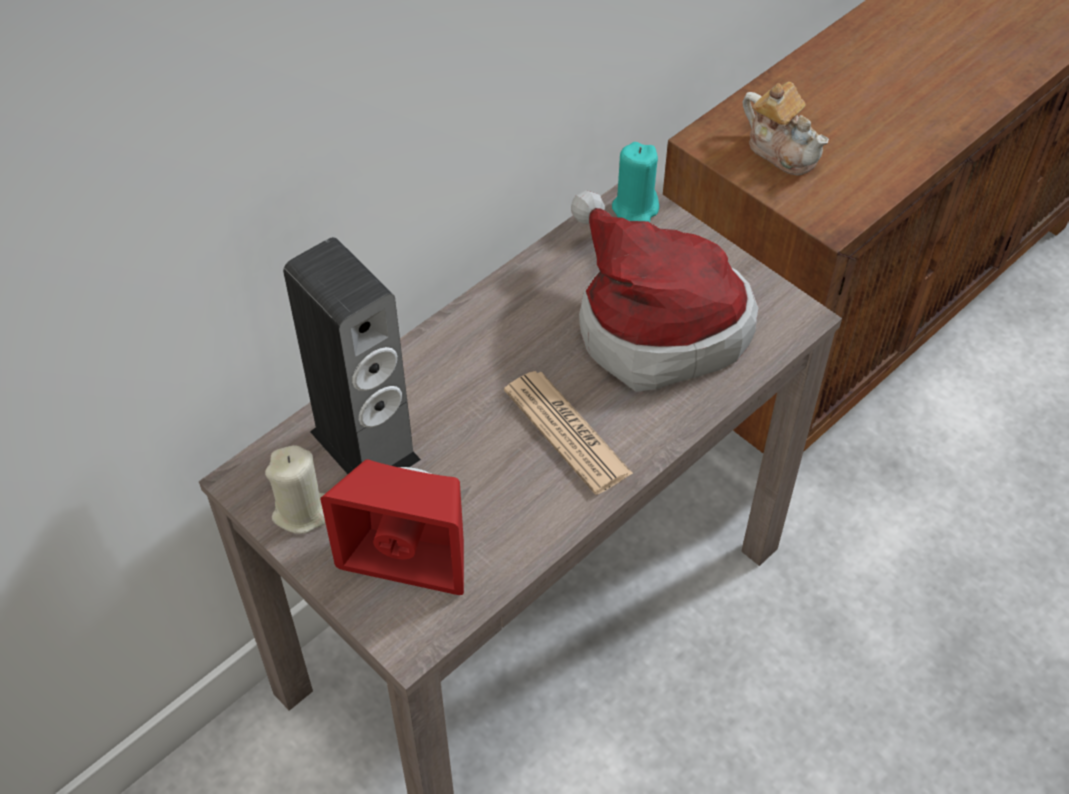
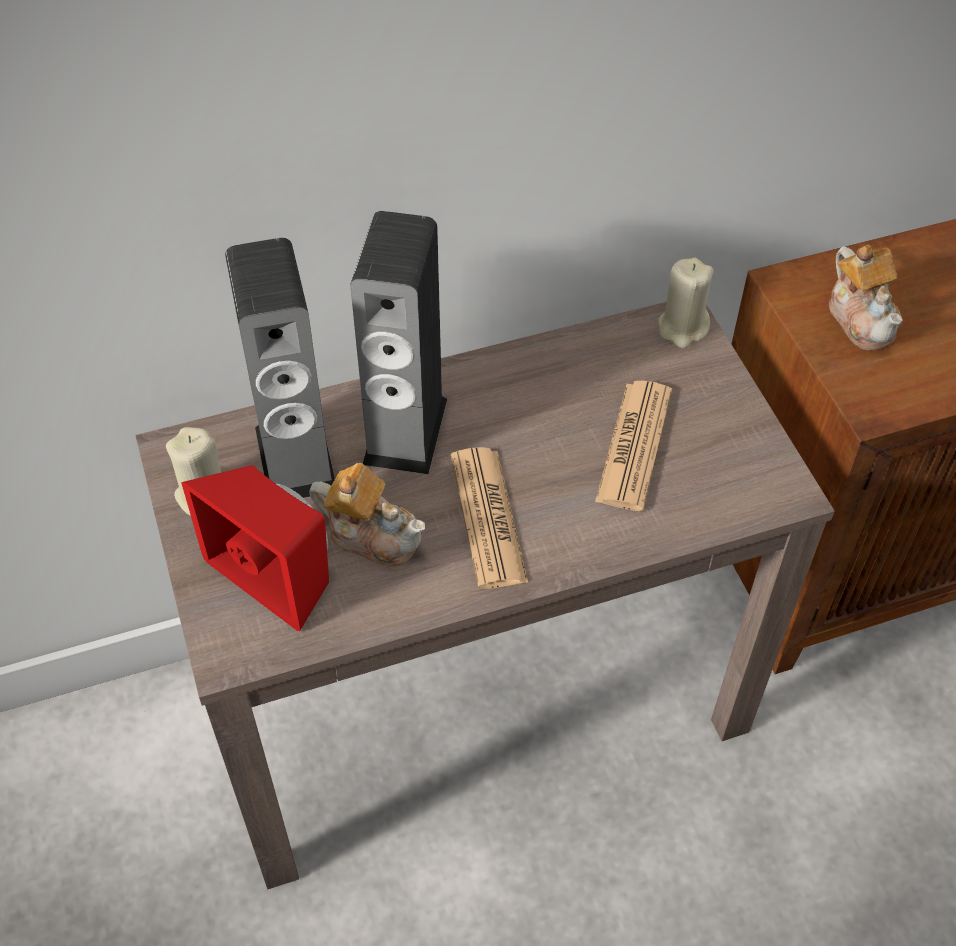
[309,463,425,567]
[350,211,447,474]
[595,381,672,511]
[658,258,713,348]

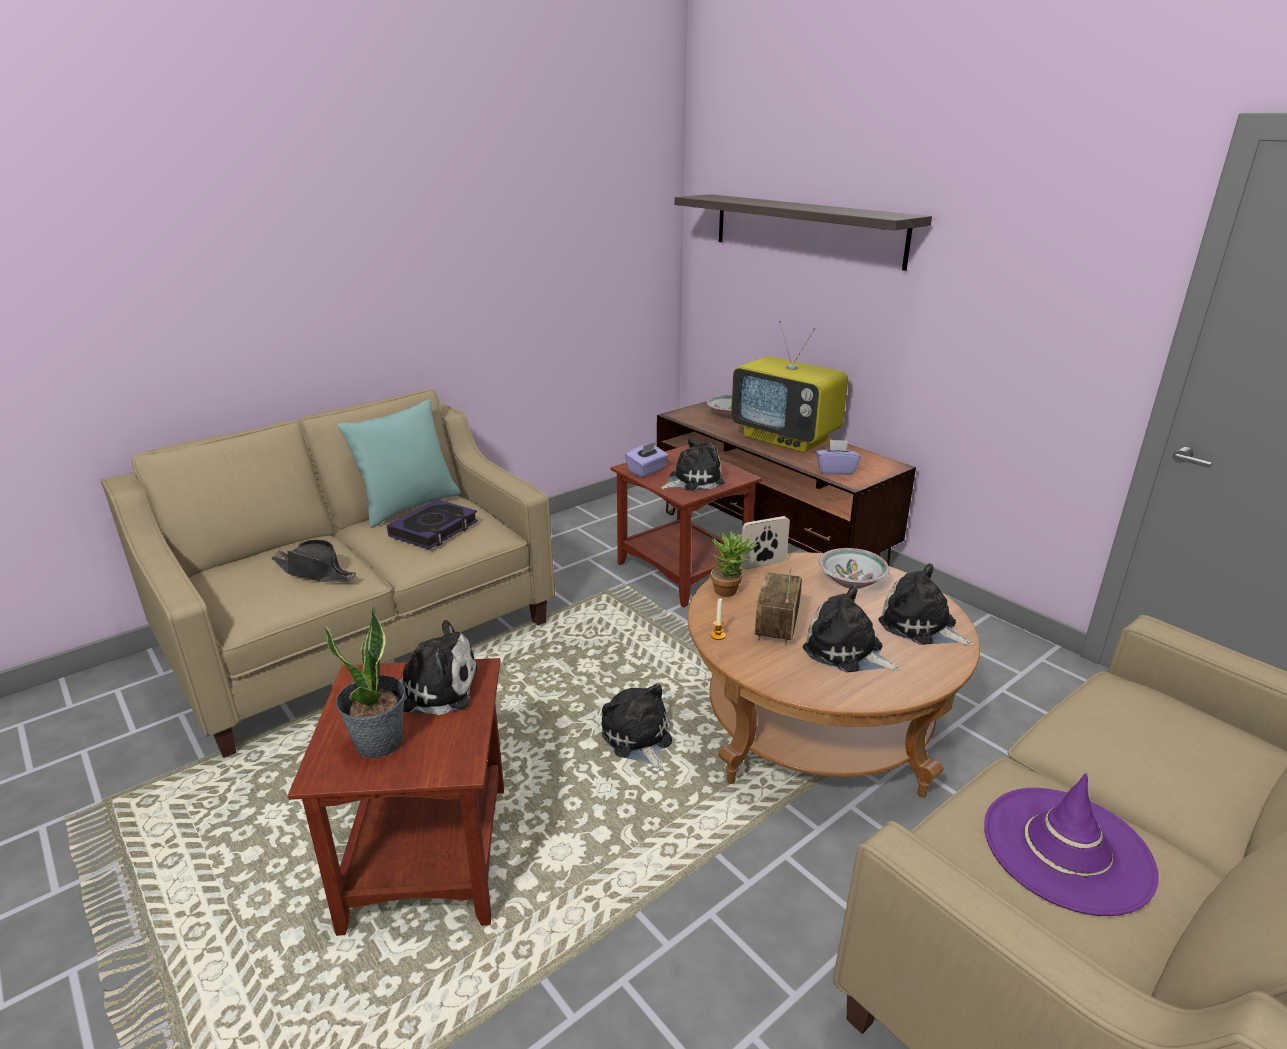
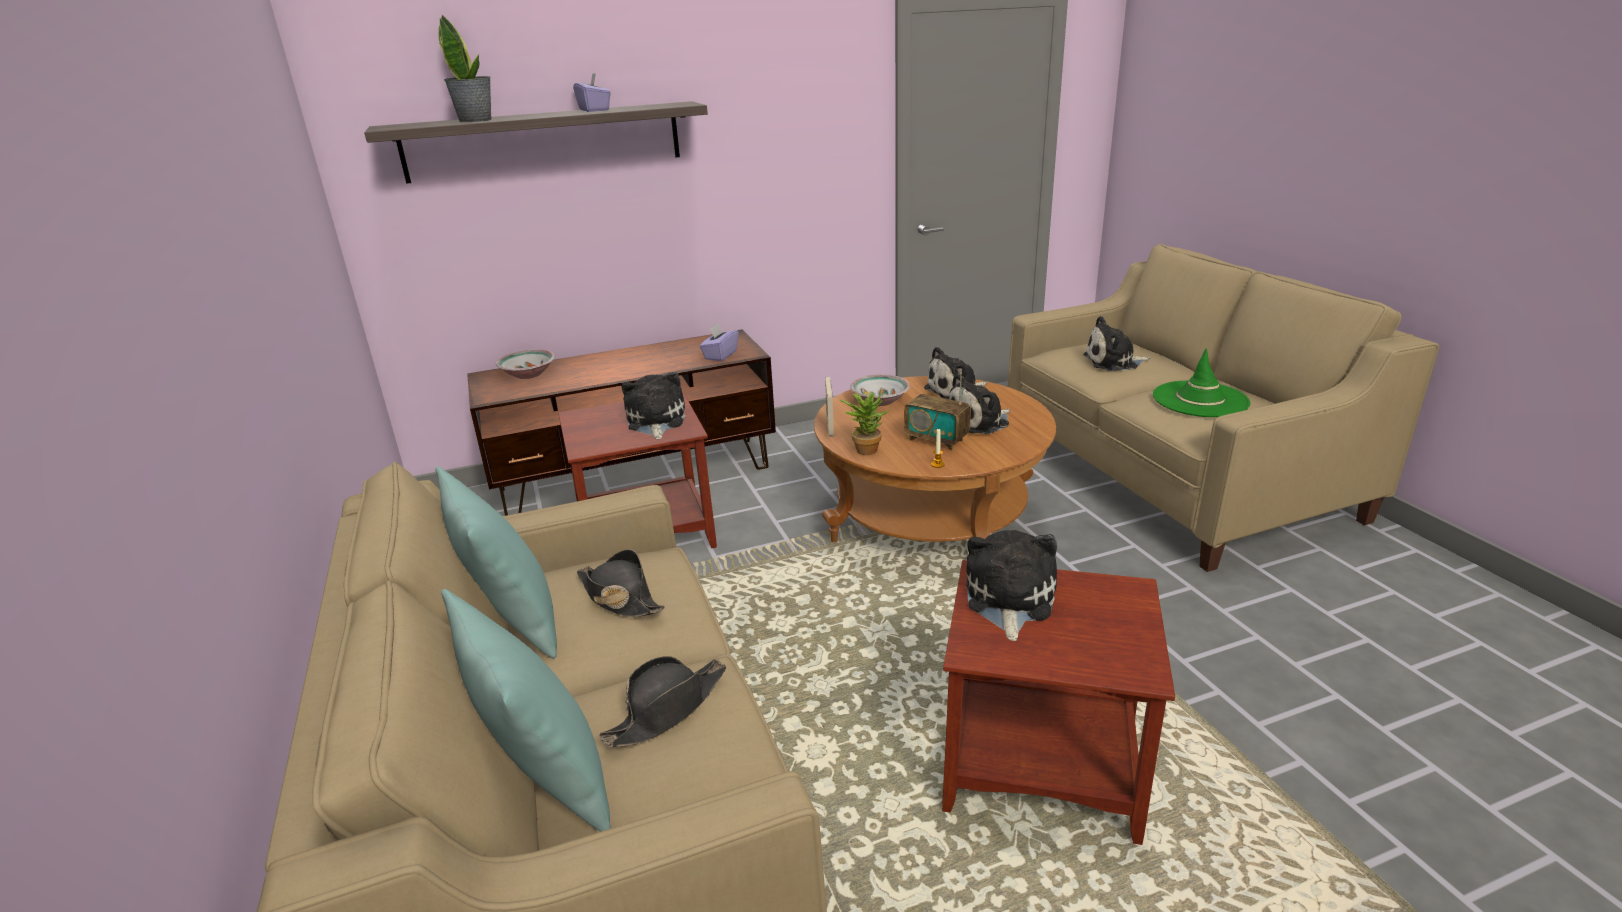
[731,320,848,452] (first image)
[441,589,611,832]
[438,15,491,122]
[1083,316,1150,371]
[573,73,611,112]
[577,549,665,617]
[1153,348,1250,417]

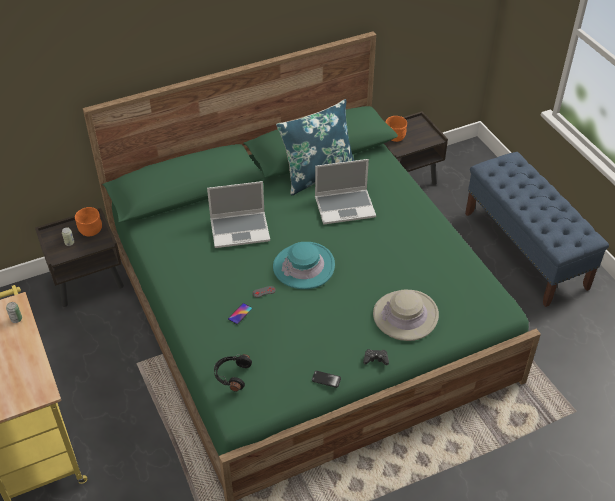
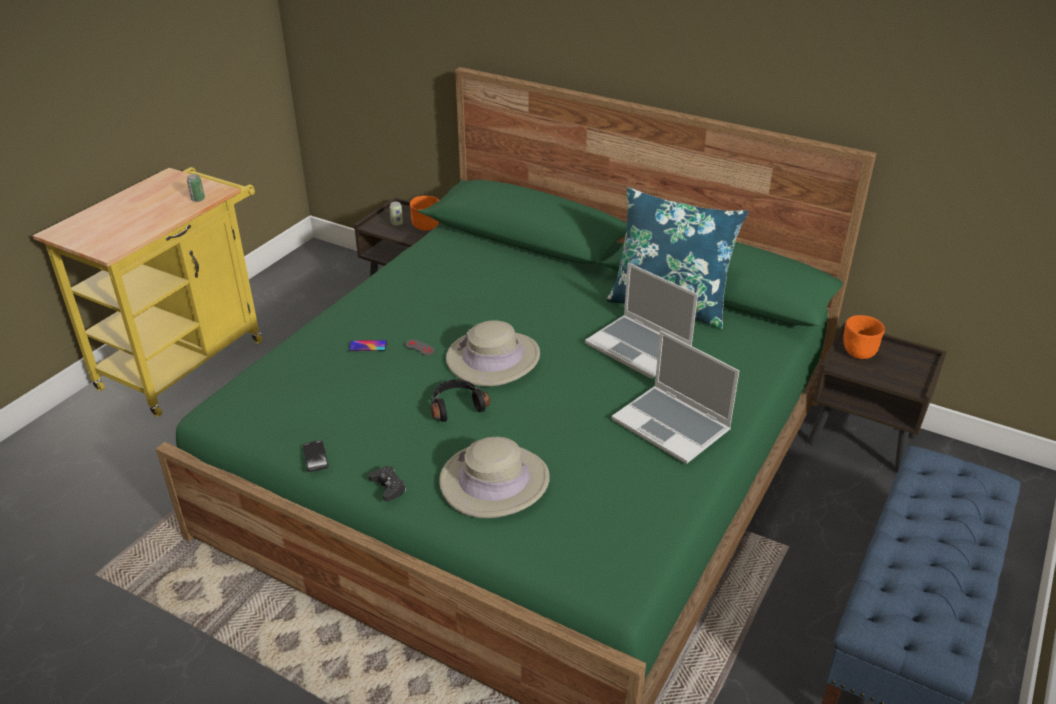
[611,331,740,464]
[431,379,490,422]
[446,320,540,386]

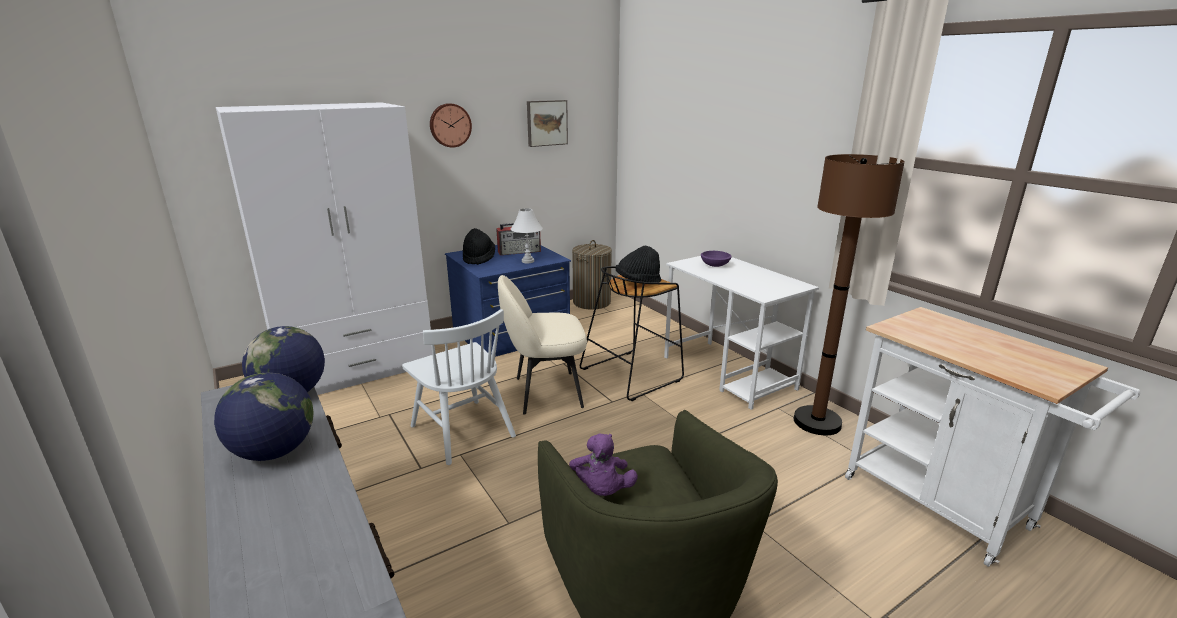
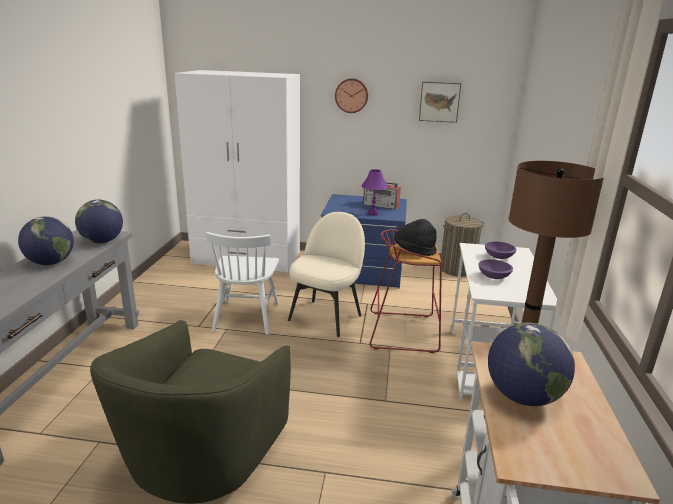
[463,228,495,265] (first image)
[569,433,638,496] (first image)
[479,259,513,279]
[488,323,575,406]
[361,169,388,215]
[370,230,442,353]
[288,212,365,337]

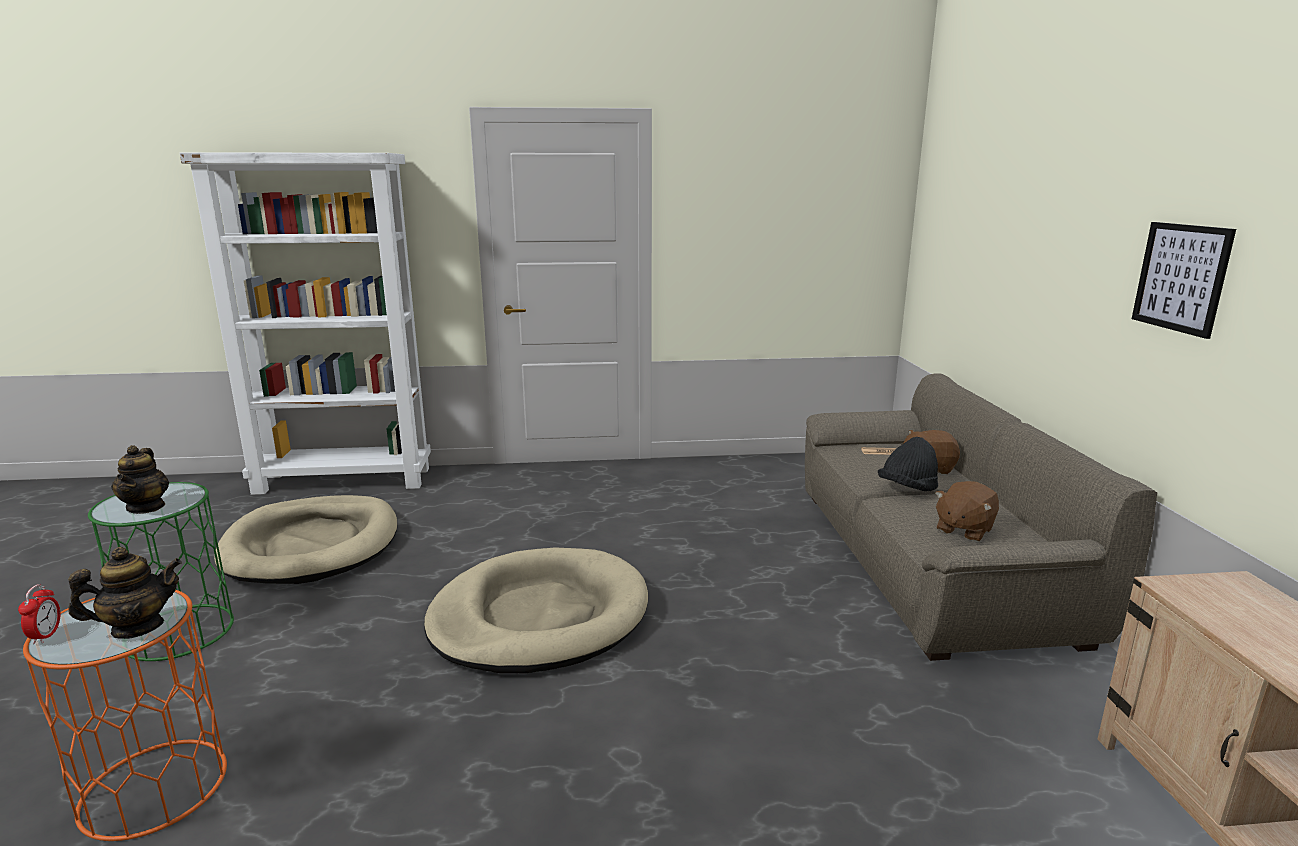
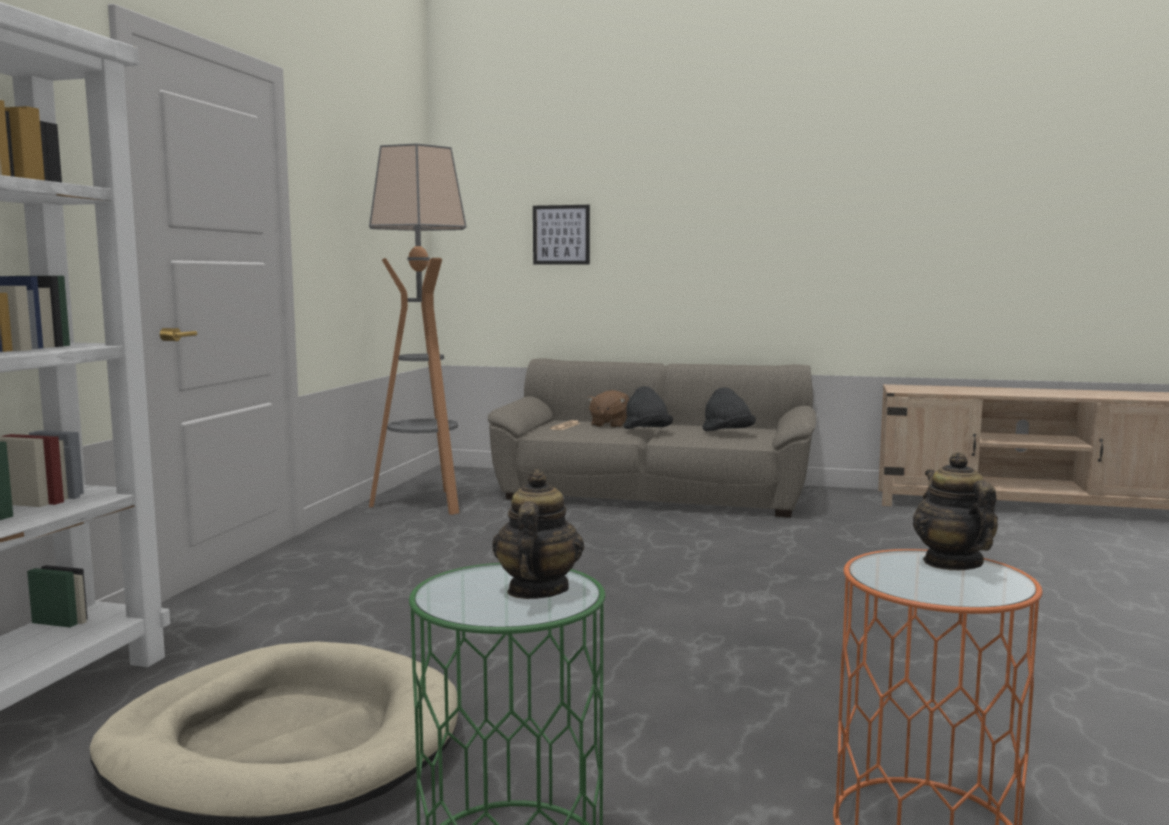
[18,584,60,644] (first image)
[424,547,648,673] (first image)
[369,144,467,515]
[533,205,590,265]
[703,387,756,431]
[492,469,584,599]

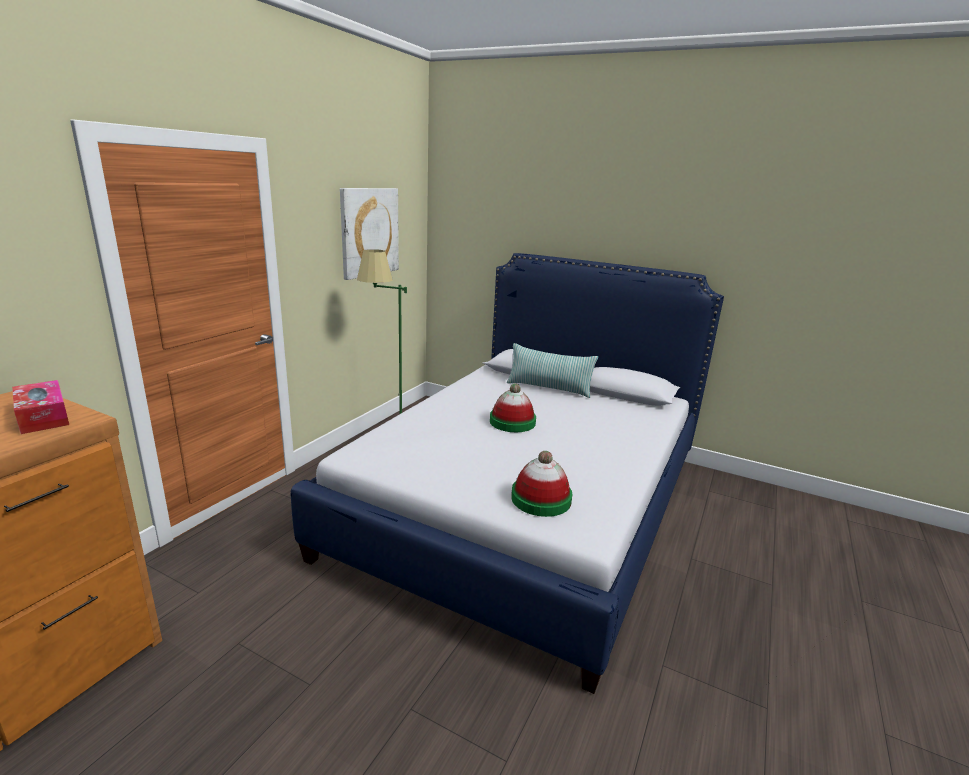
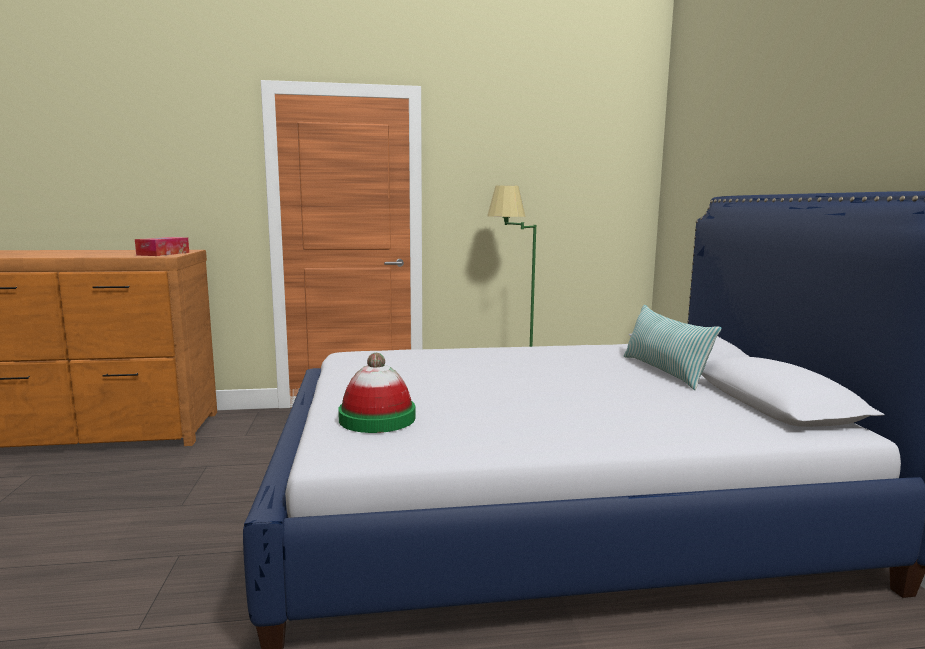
[340,188,399,280] (first image)
[490,384,536,432] (first image)

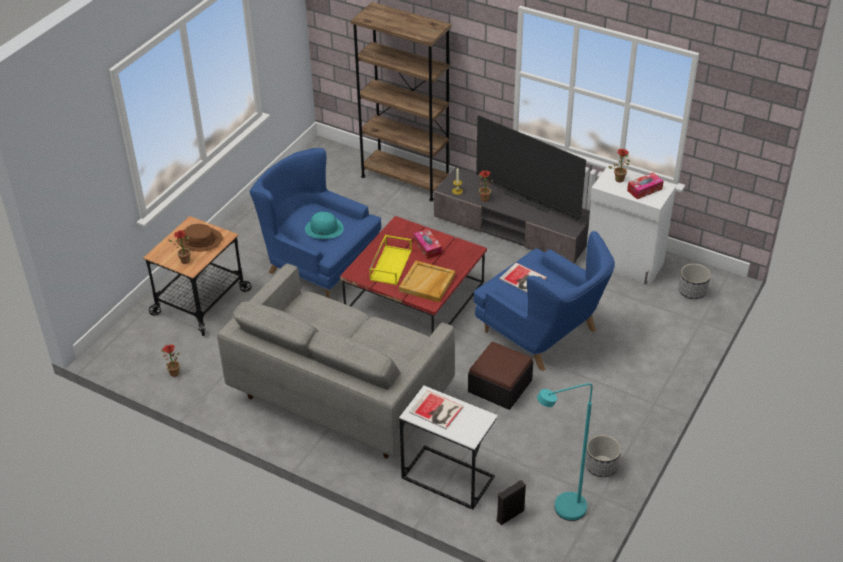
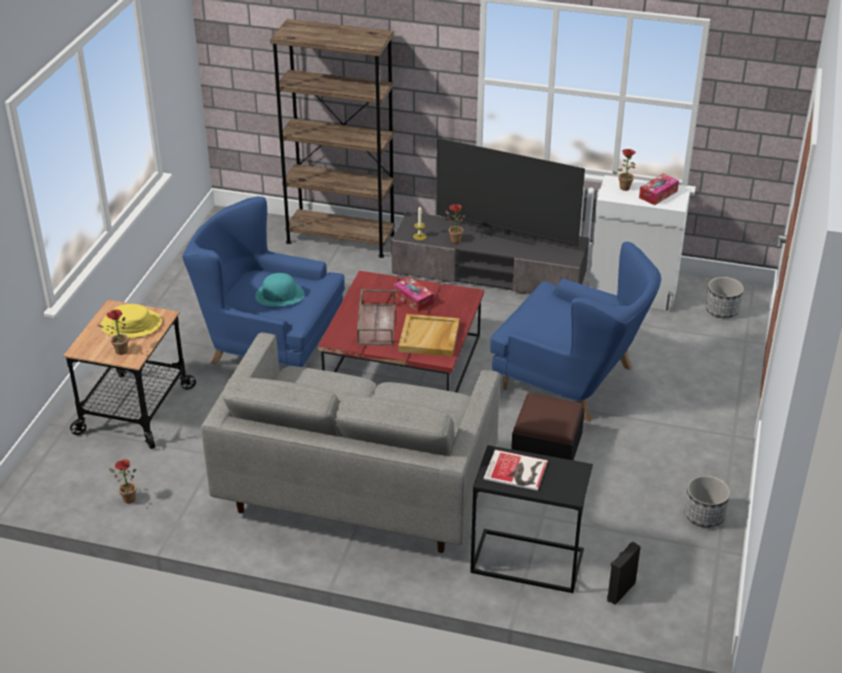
[499,263,547,292] (first image)
[537,383,593,521] (first image)
[101,304,162,338]
[357,289,395,345]
[470,445,593,593]

